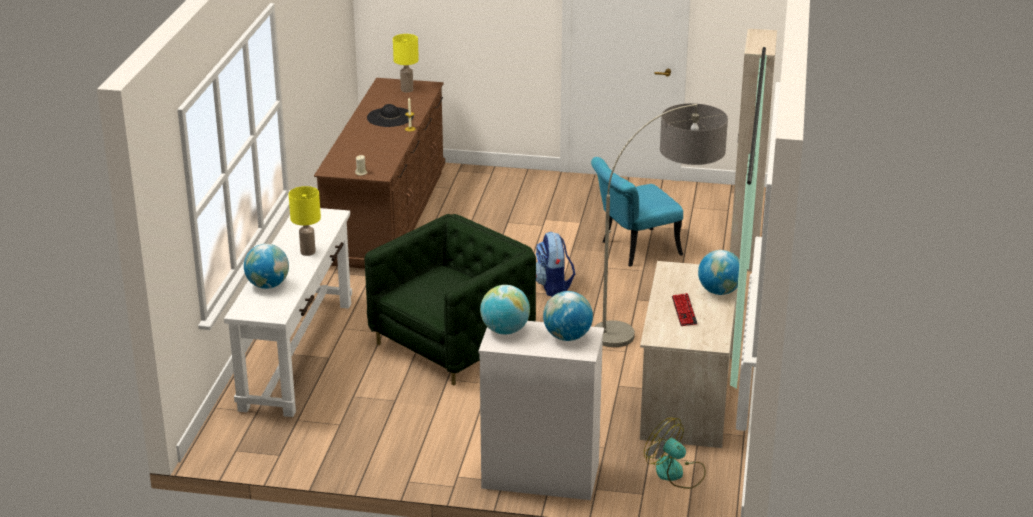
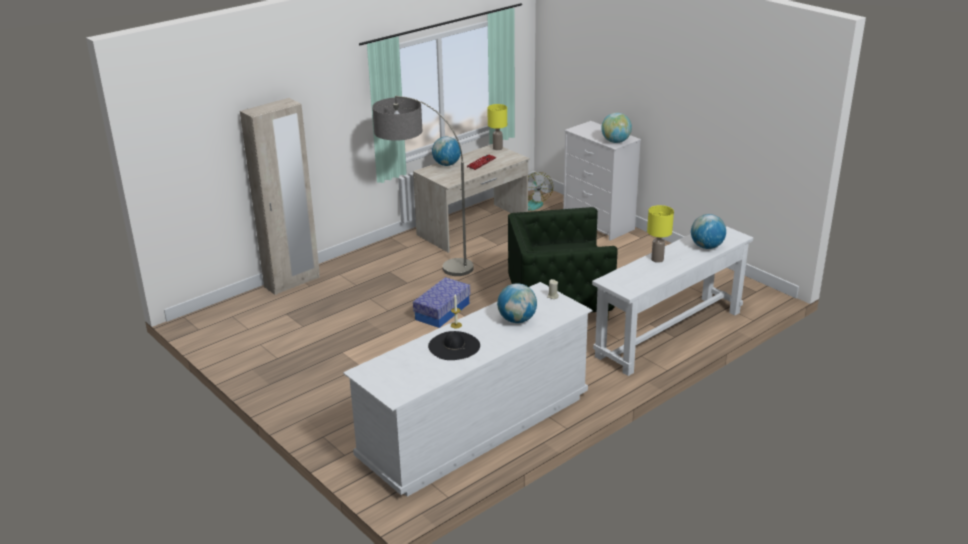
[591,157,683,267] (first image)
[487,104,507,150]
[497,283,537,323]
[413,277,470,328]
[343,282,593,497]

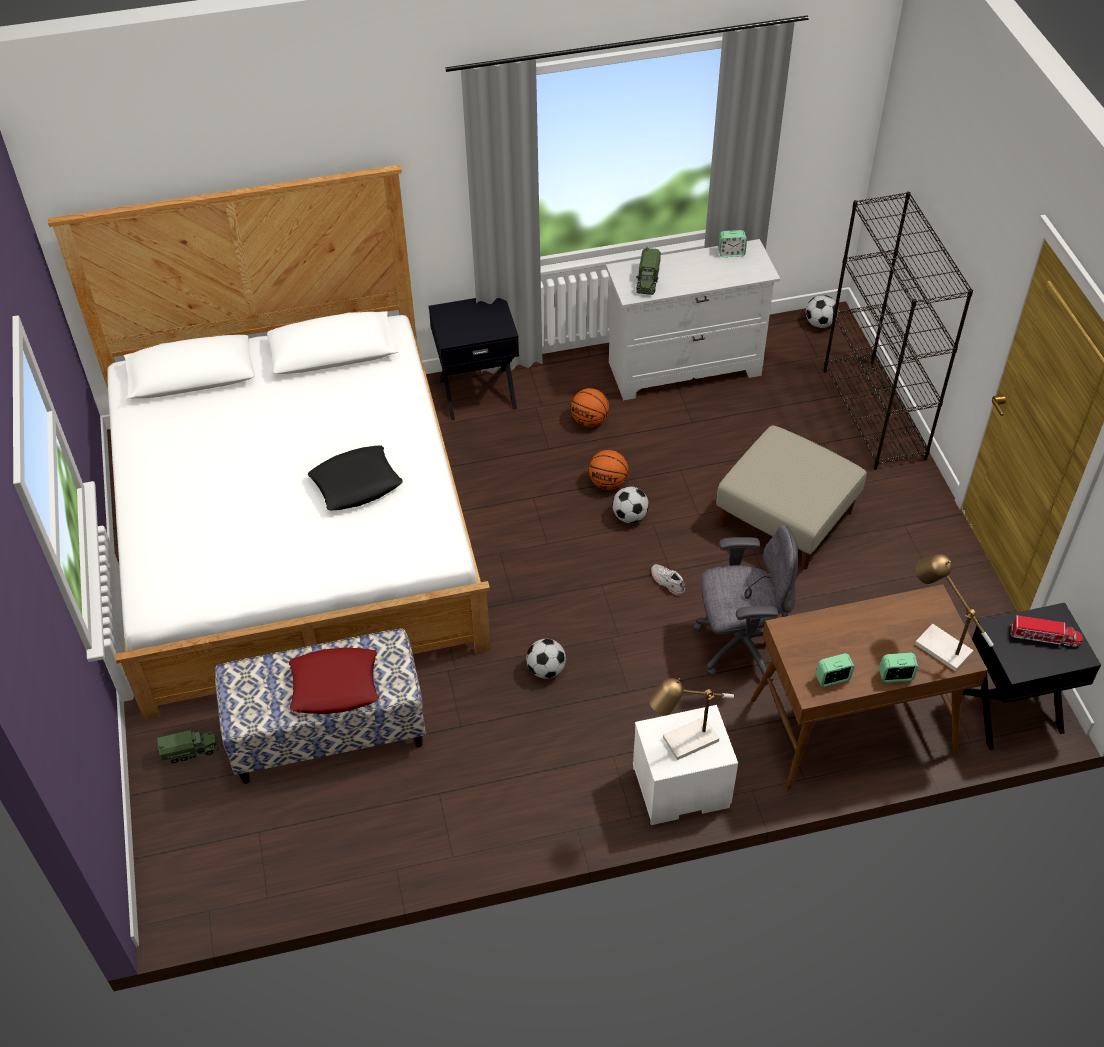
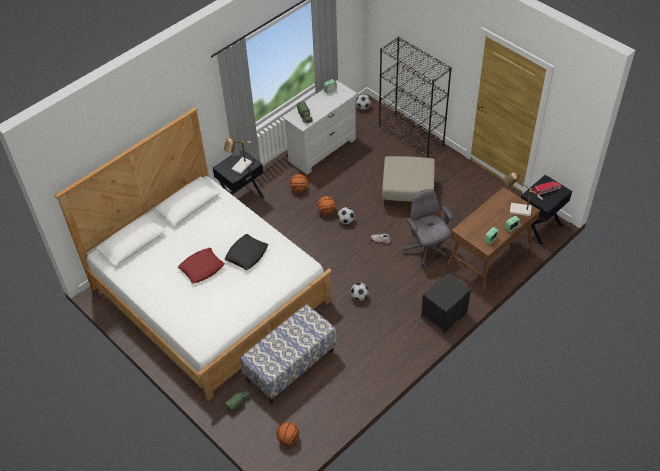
[276,422,299,446]
[178,248,225,284]
[224,136,252,174]
[421,273,471,334]
[404,189,453,268]

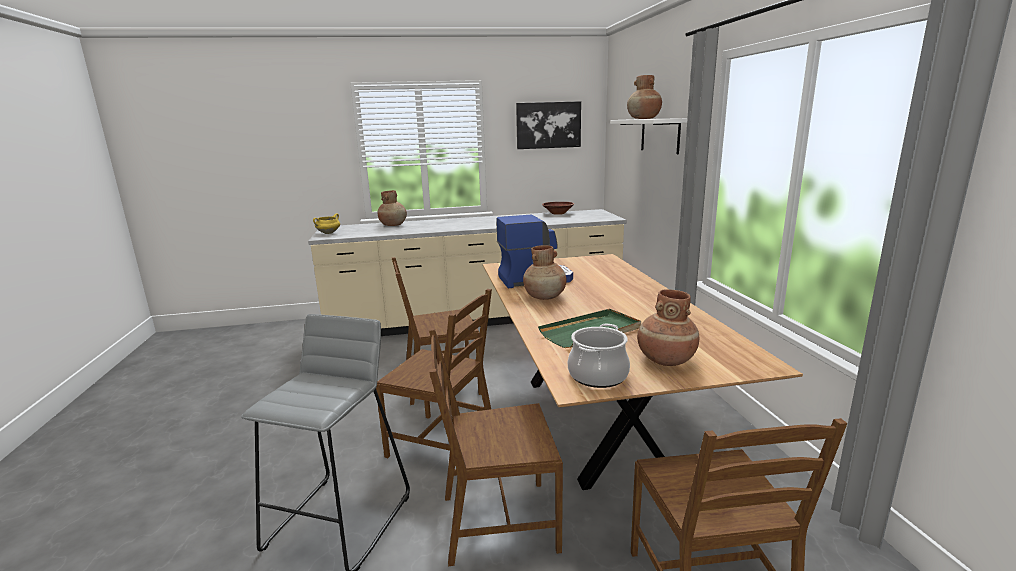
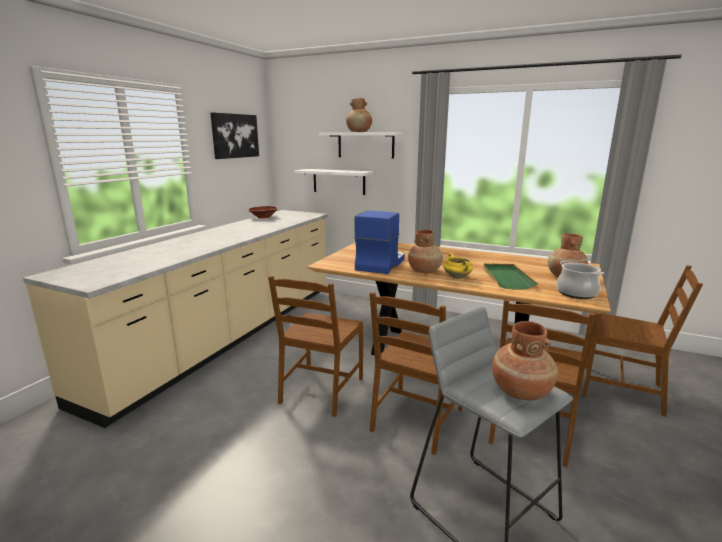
[294,169,373,195]
[443,253,473,279]
[492,321,558,401]
[369,292,463,455]

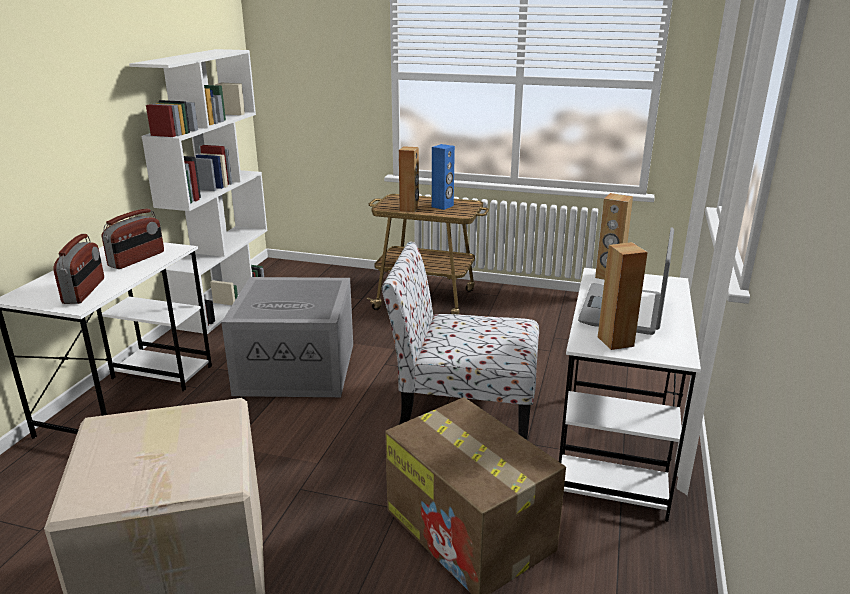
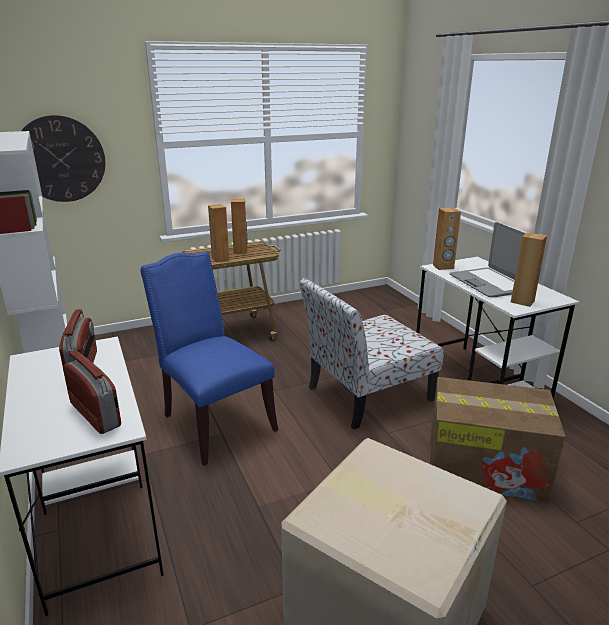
[21,115,105,202]
[141,251,278,466]
[231,199,247,254]

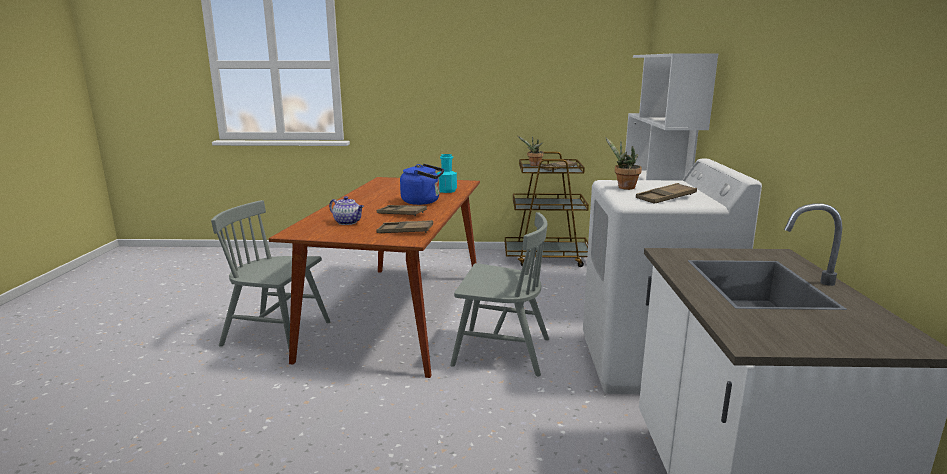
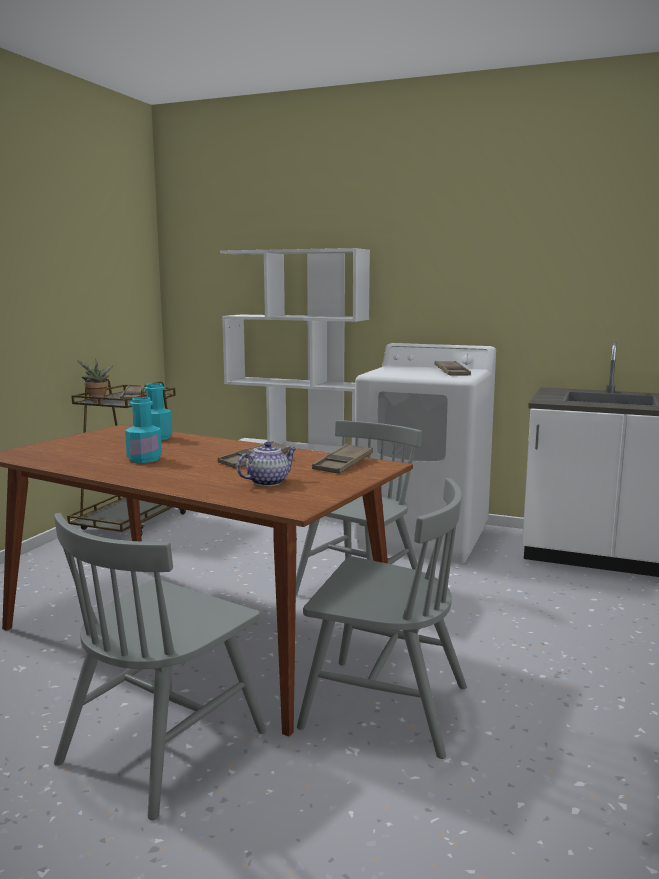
[400,164,444,205] (first image)
[605,137,642,190] (first image)
[125,397,162,463]
[297,478,467,759]

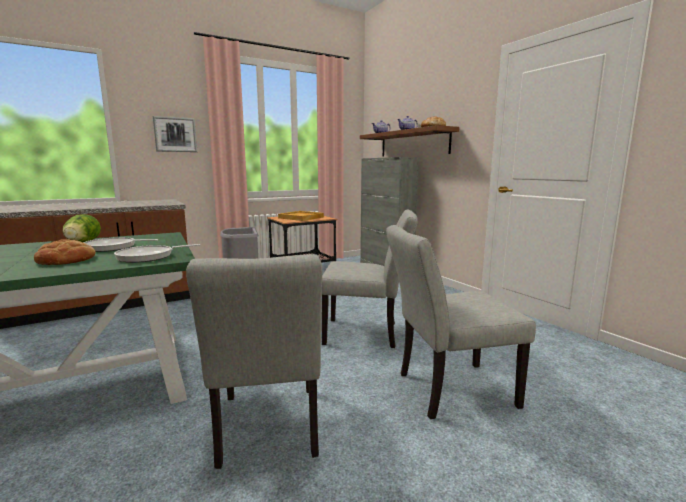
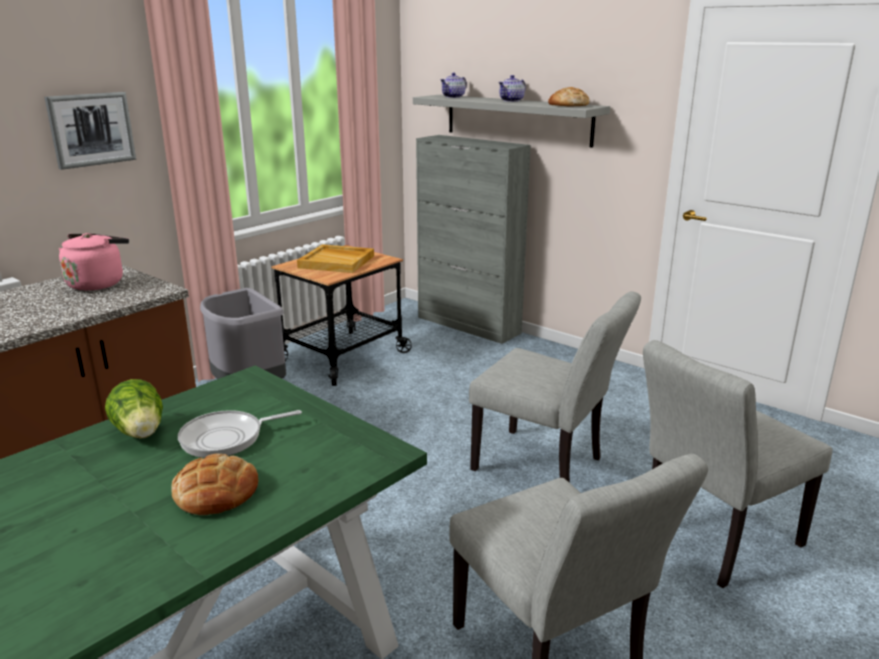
[114,244,200,263] (first image)
[59,233,129,291]
[413,95,610,148]
[469,291,641,483]

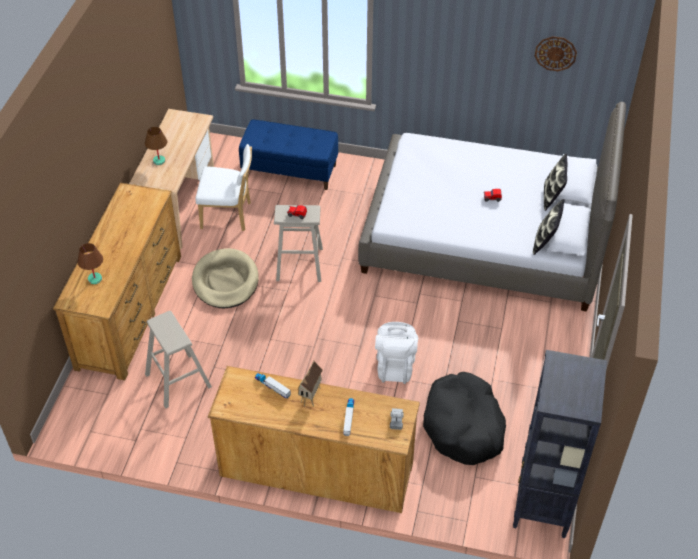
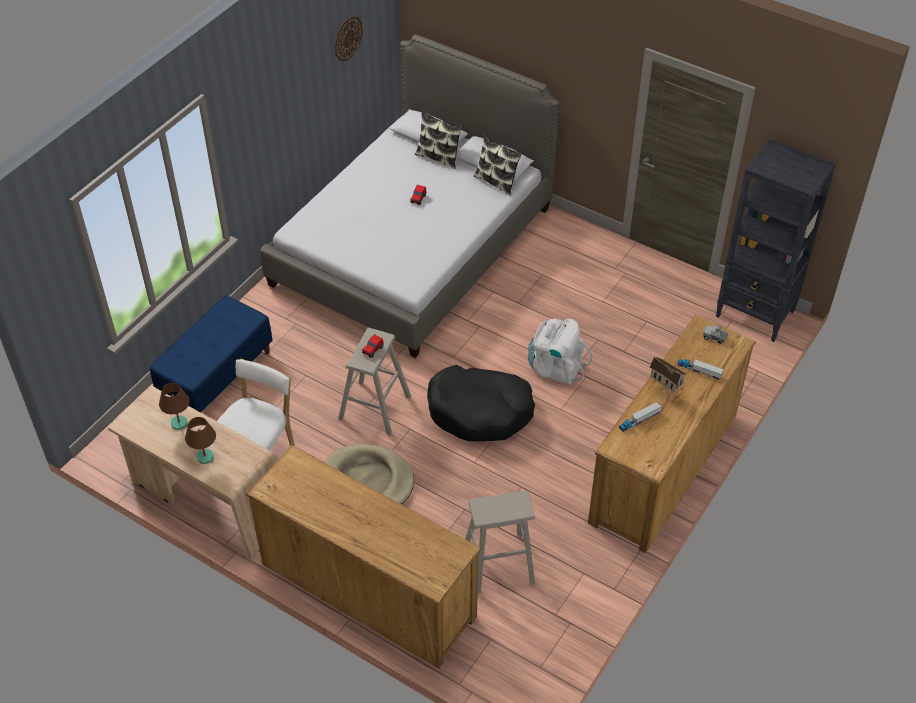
[159,383,189,430]
[427,365,535,442]

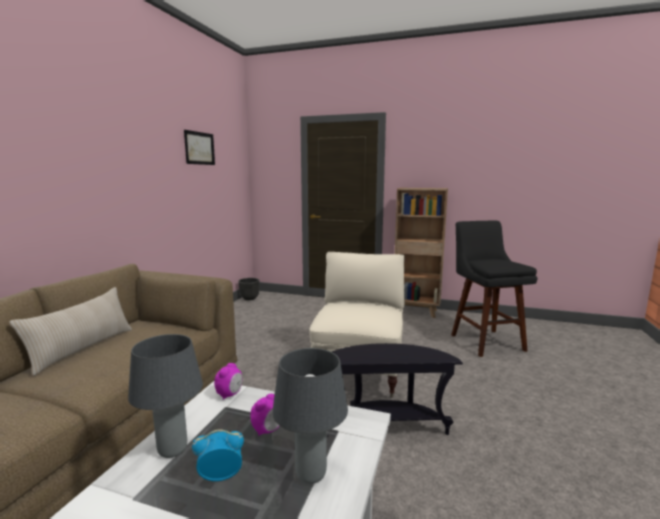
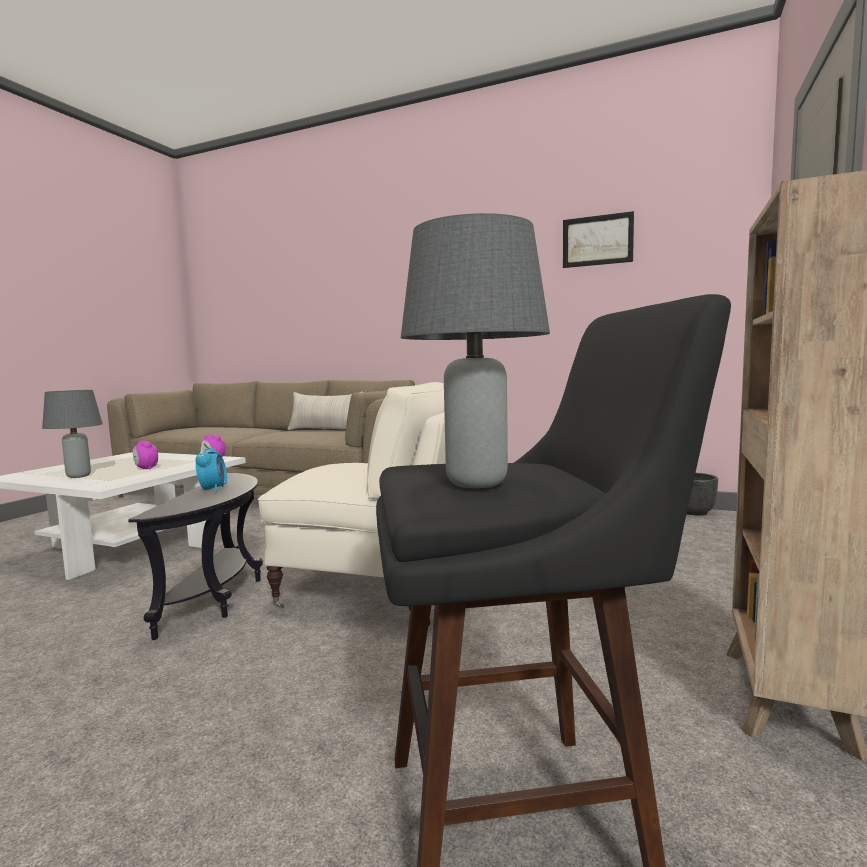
[401,213,550,488]
[195,443,227,493]

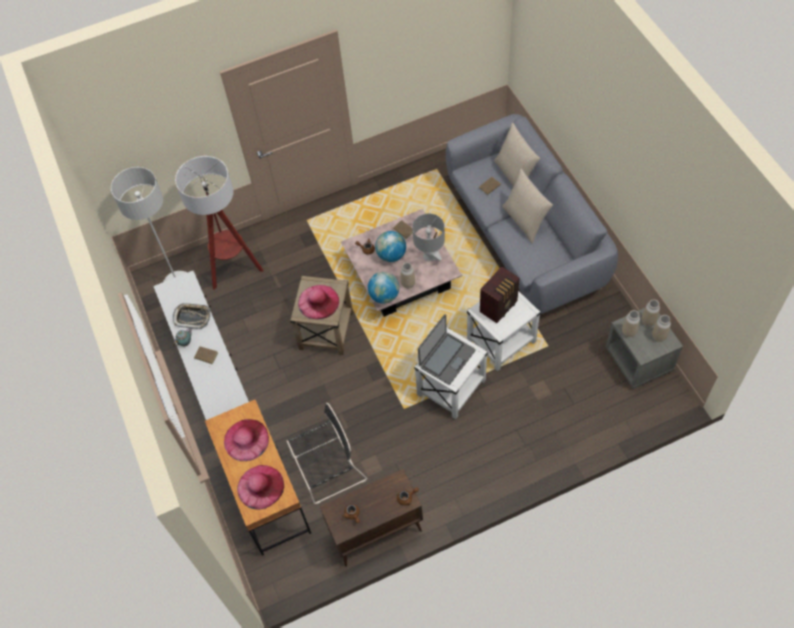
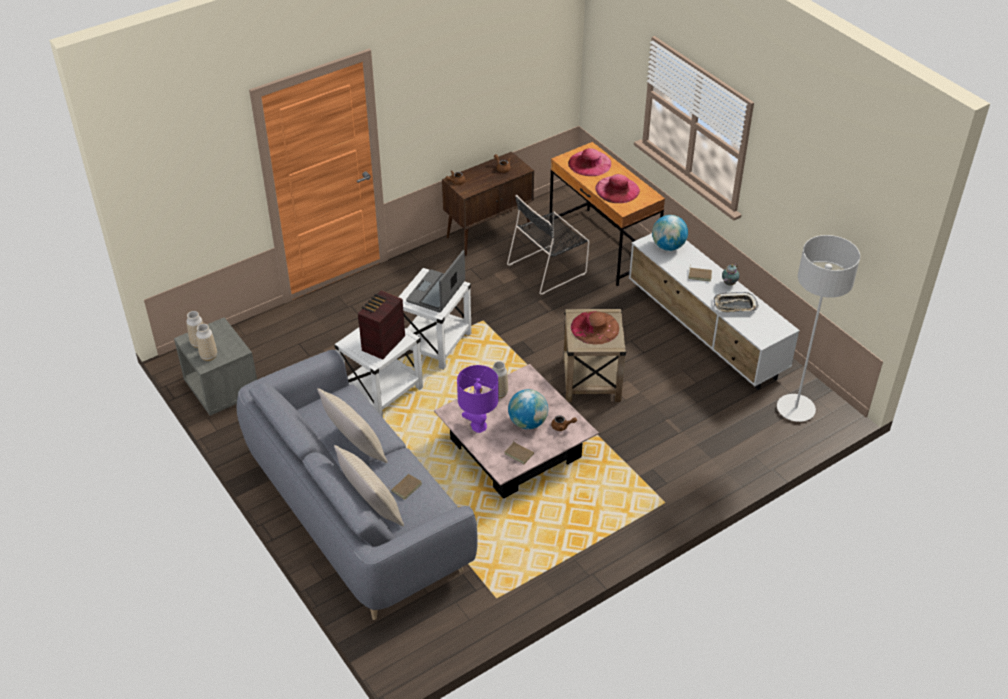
[175,156,263,290] (first image)
[622,310,640,337] (first image)
[652,215,688,251]
[571,311,619,345]
[457,365,498,433]

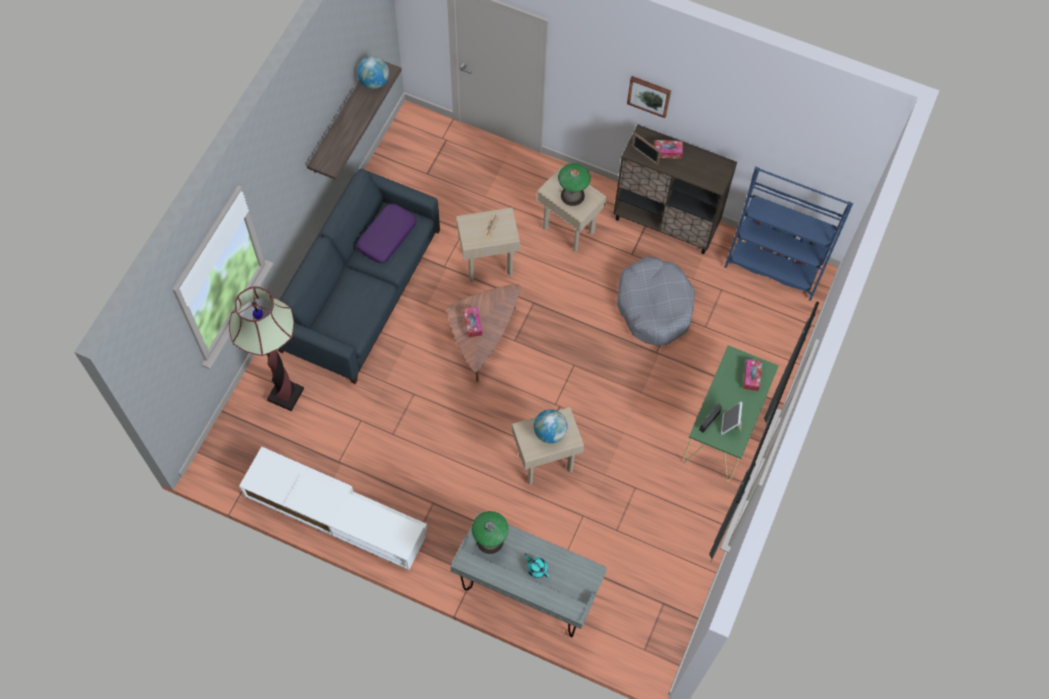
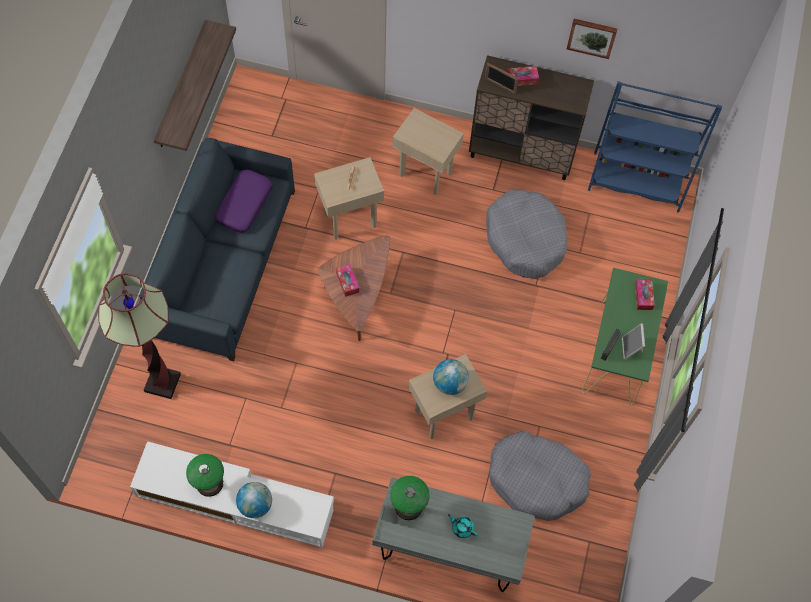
[489,431,591,521]
[236,482,272,518]
[186,454,224,497]
[567,19,617,59]

